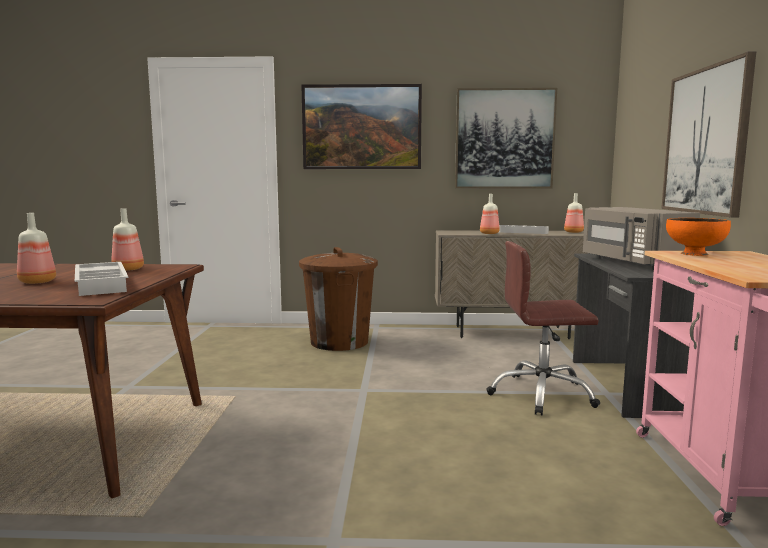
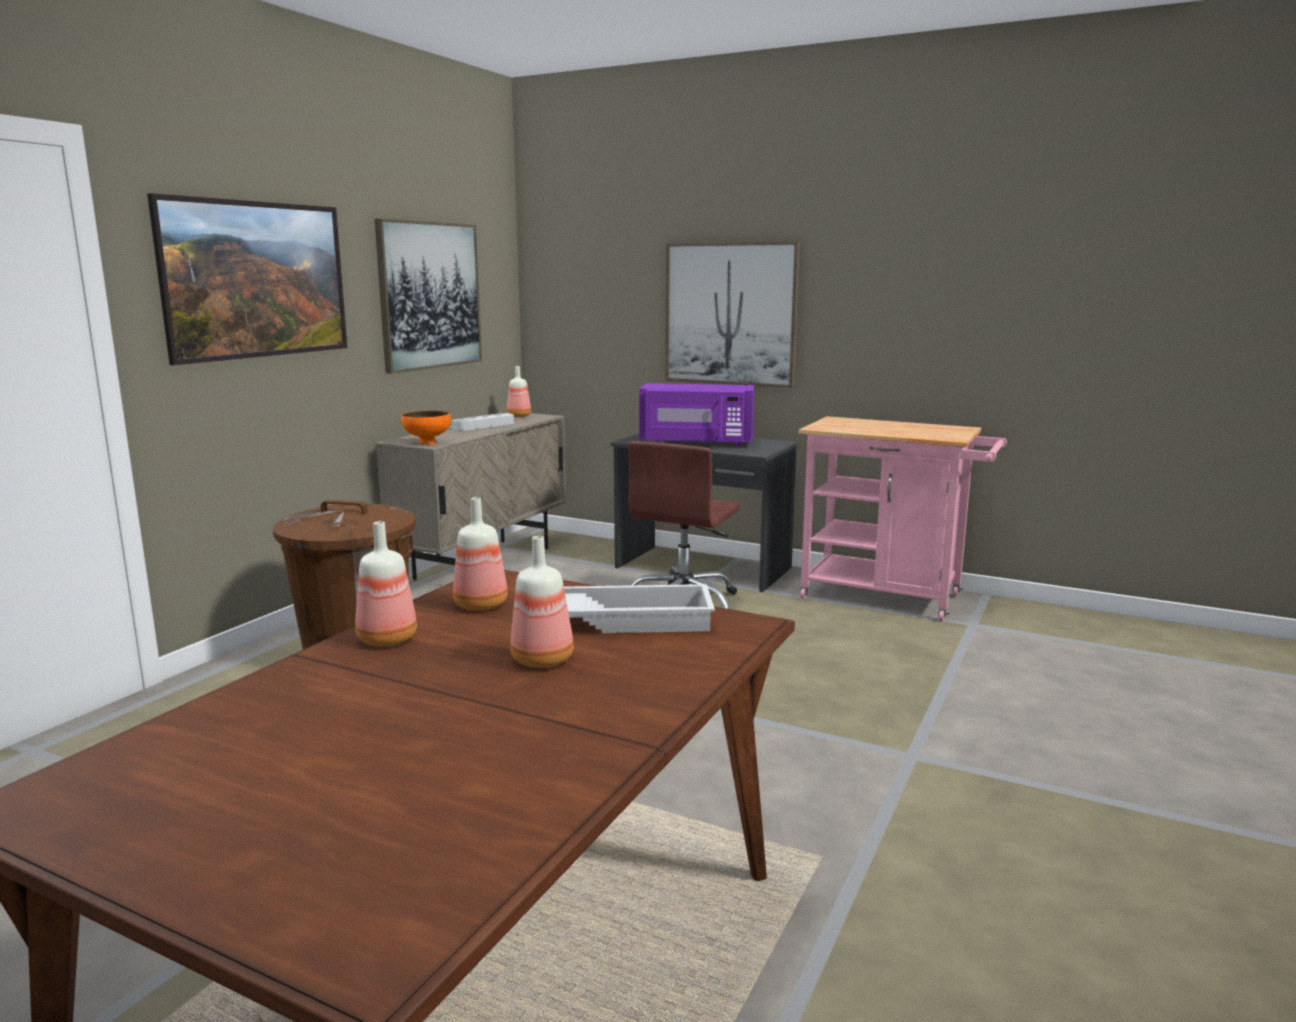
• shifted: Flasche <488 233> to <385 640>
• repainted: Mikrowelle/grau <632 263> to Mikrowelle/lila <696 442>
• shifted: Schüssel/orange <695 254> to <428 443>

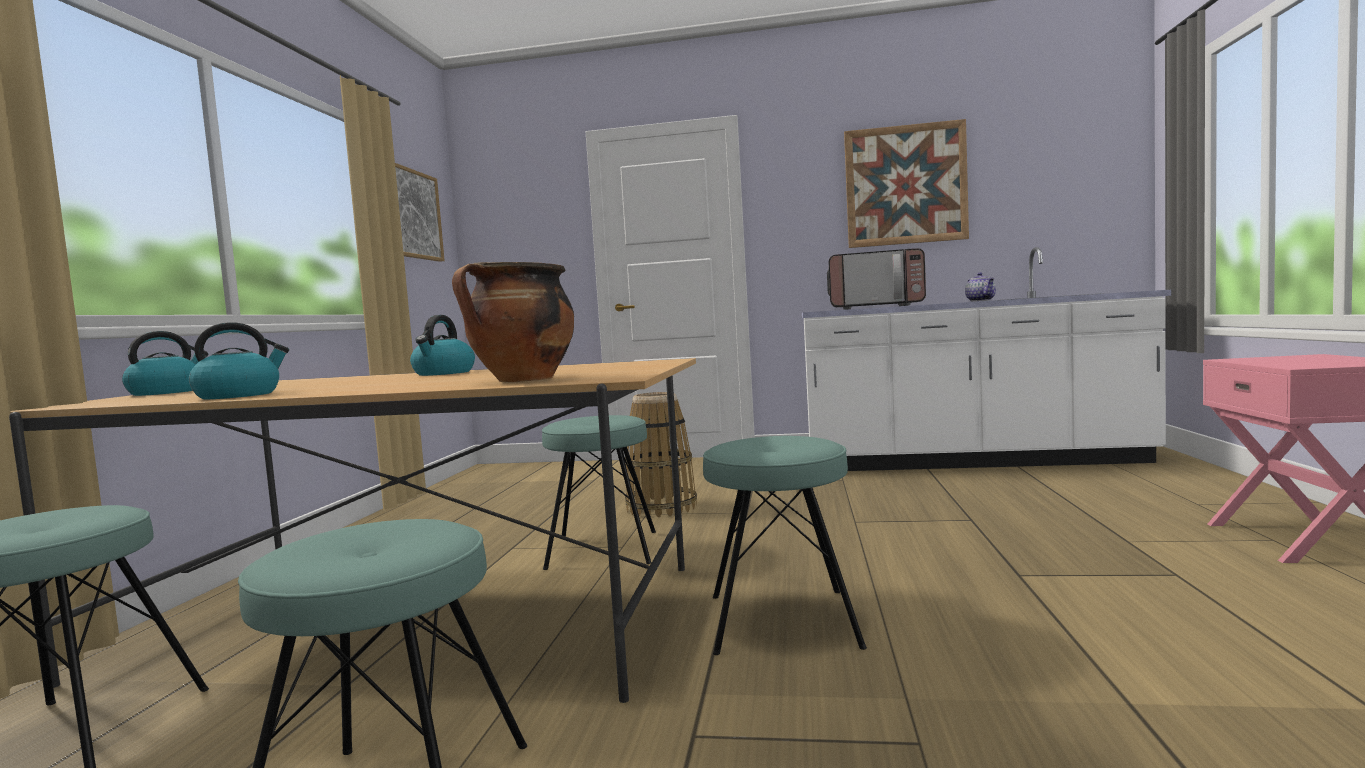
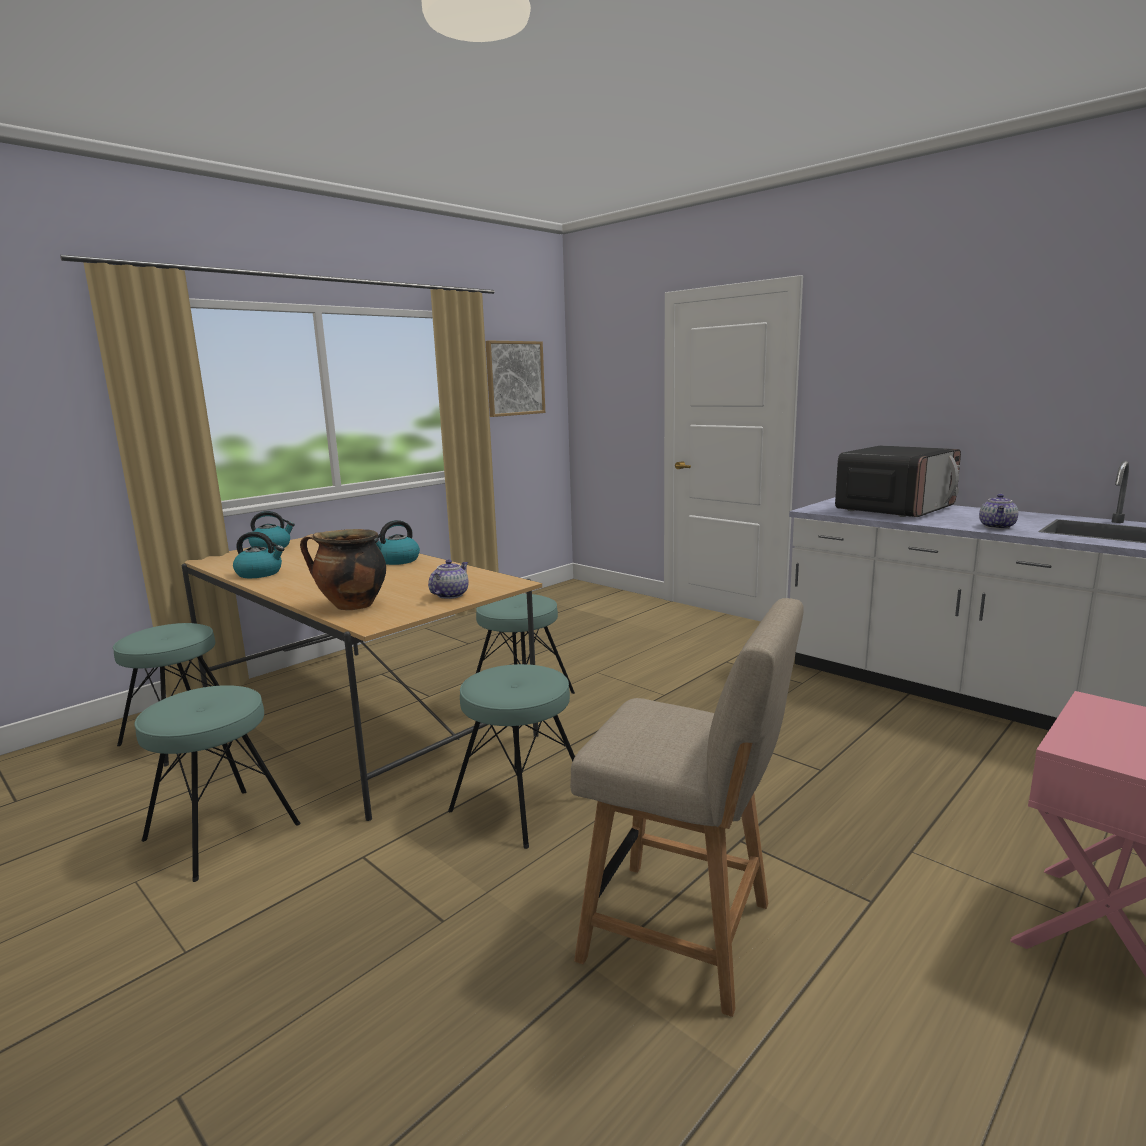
• gone: Bild <905 185>
• rotated: Mikrowelle <876 307> = <895 509> 90 degrees counterclockwise
• gone: Korb <662 507>
• new: Teekanne <450 595>
• new: Stuhl/beige <686 934>

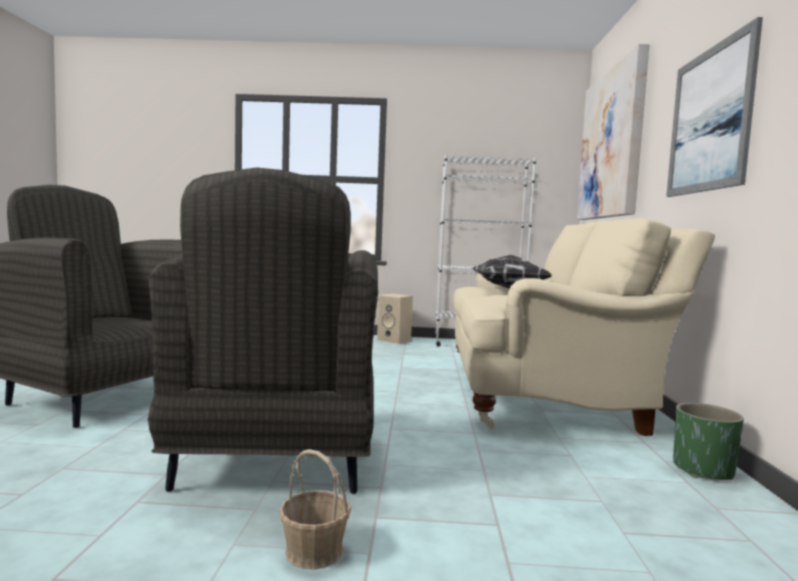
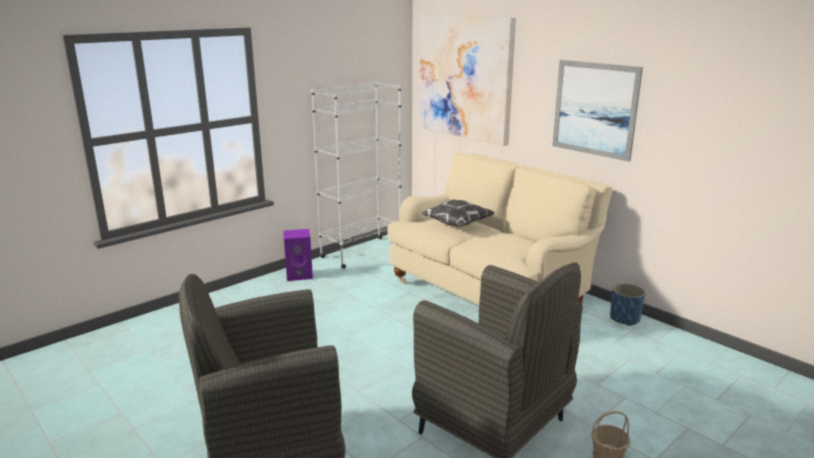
• repainted: Lautsprecher/beige <395 340> to Lautsprecher/lila <300 275>
• repainted: Pflanzkübel/grün <703 470> to Pflanzkübel/blau <624 319>

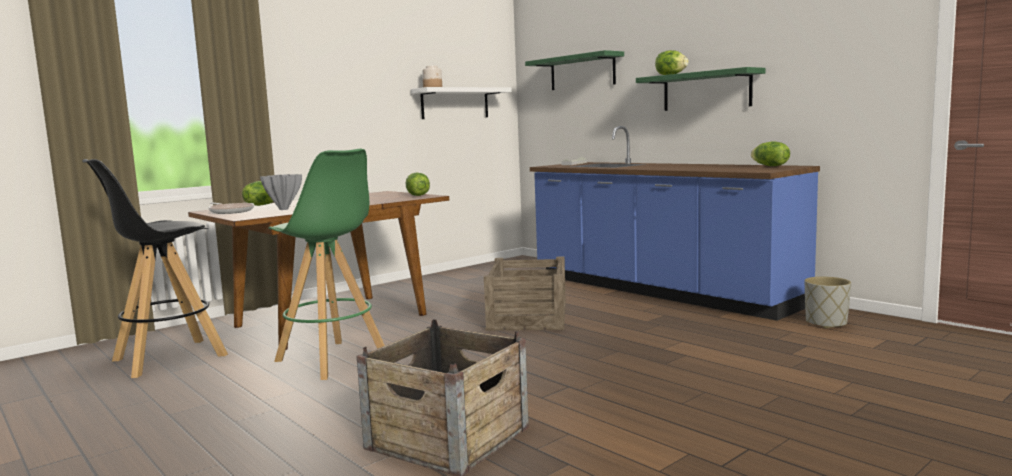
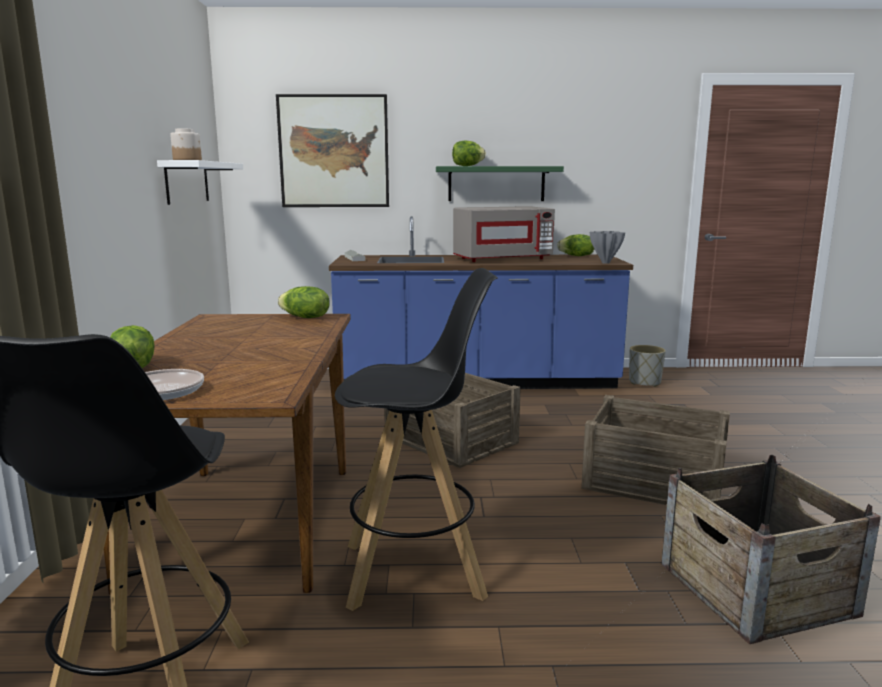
• swapped: Wandregal/grün <582 72> to Bild <334 151>
• repainted: Hocker/grün <332 360> to Hocker/schwarz <416 570>
• shifted: Vase/grau <283 209> to <605 263>
• new: Mikrowelle/grau <502 259>
• new: Kiste <654 481>

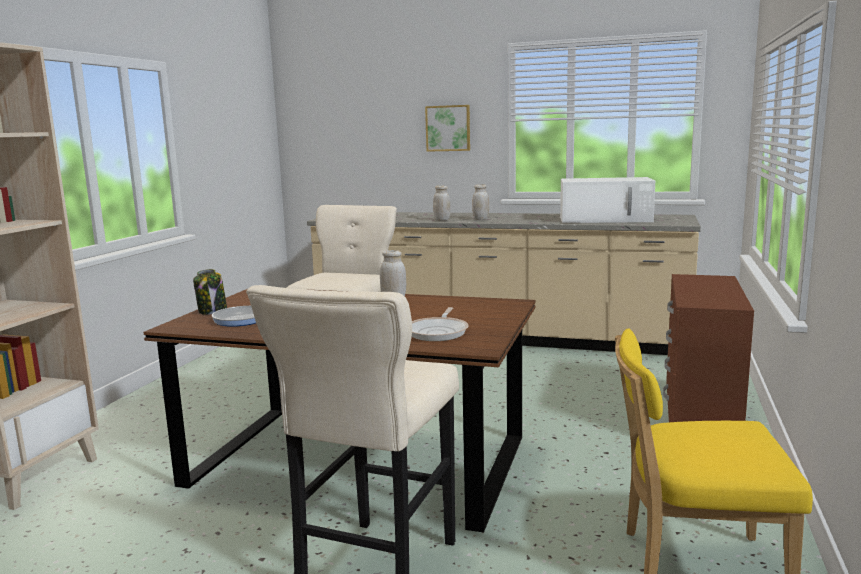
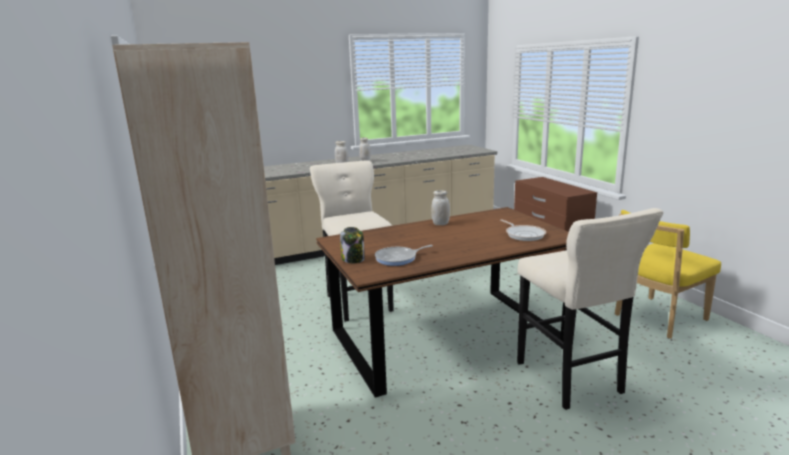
• gone: Bild <448 128>
• gone: Mikrowelle/weiß <606 219>

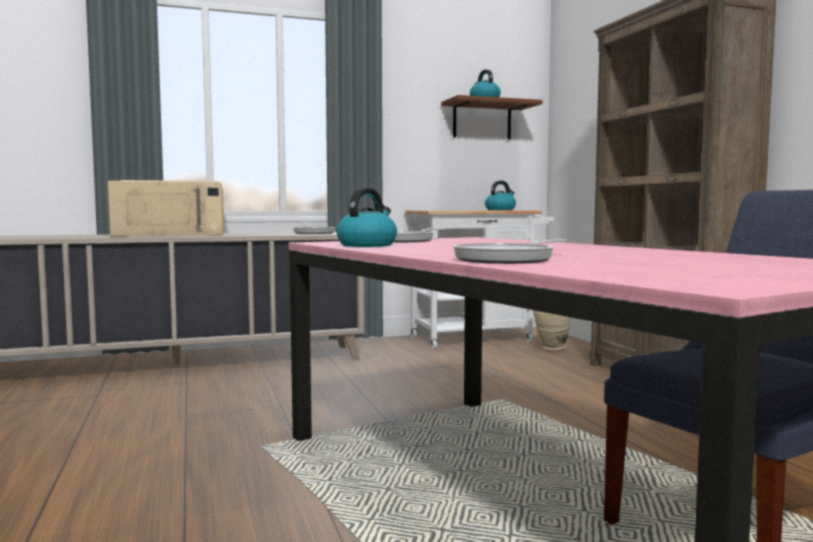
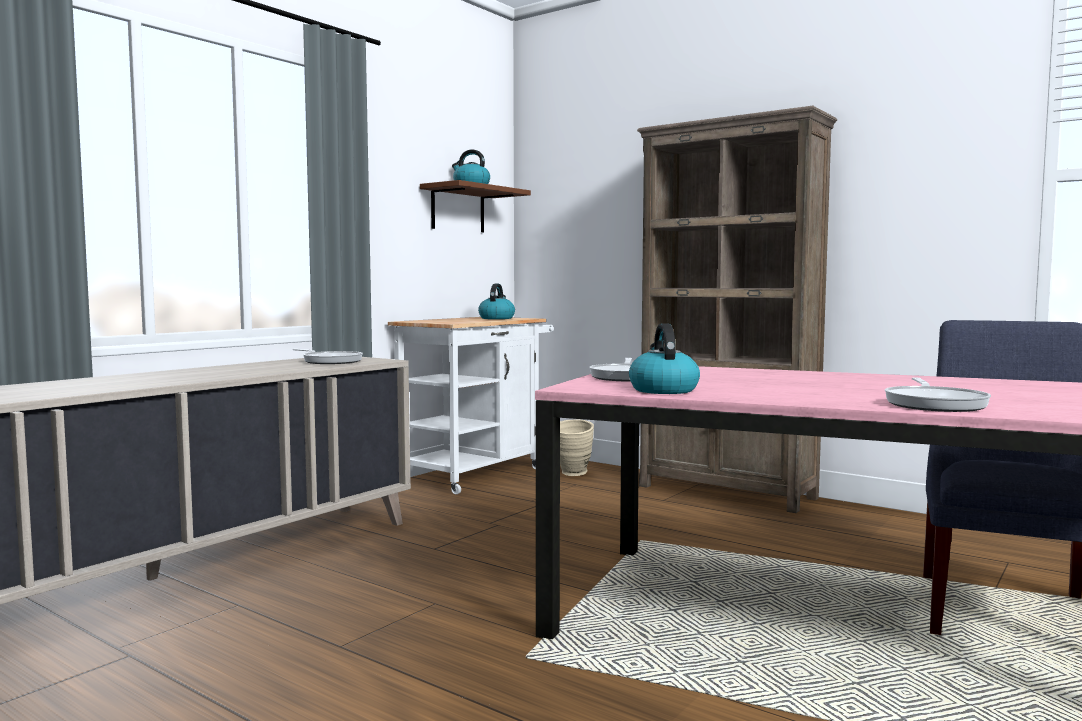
• gone: Mikrowelle/beige <171 234>

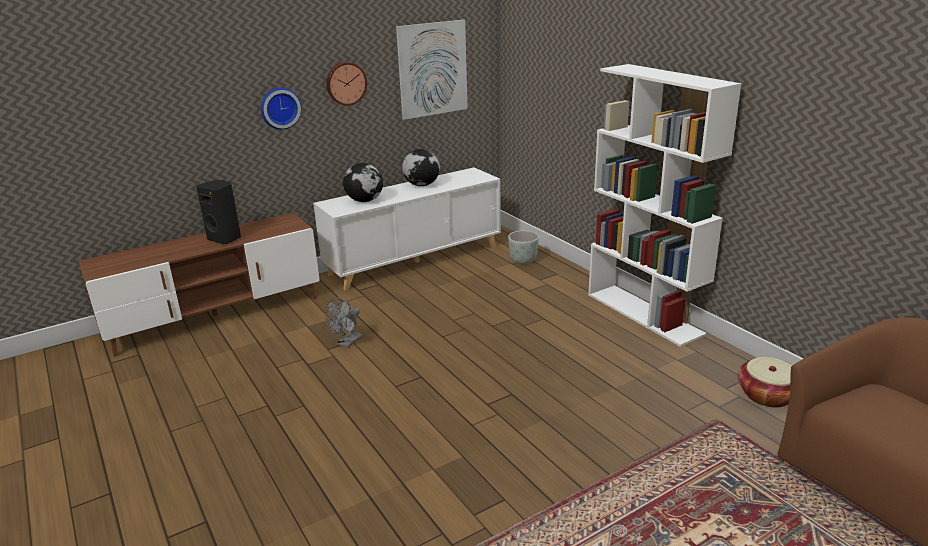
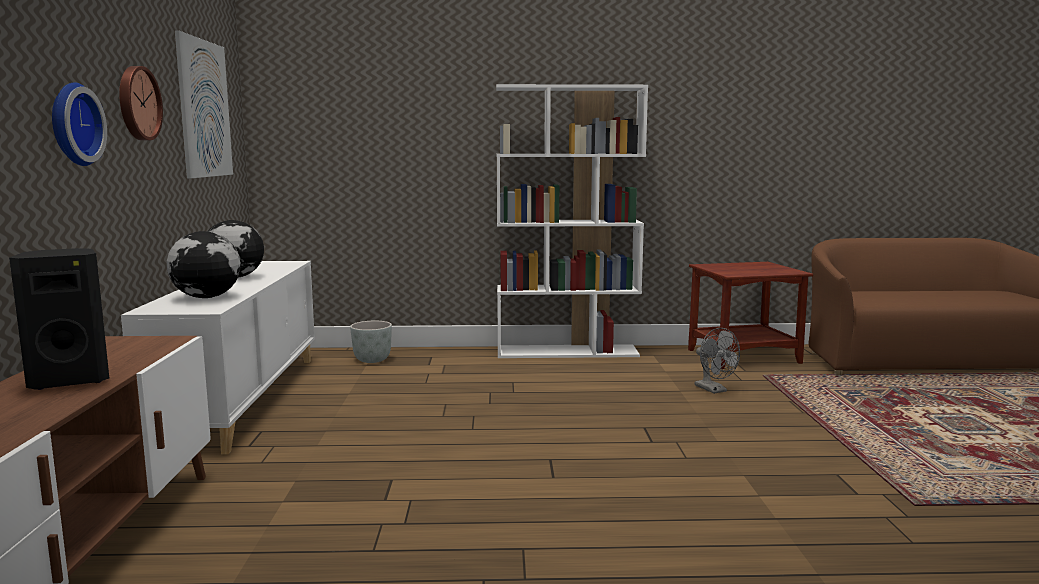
• shifted: Ventilator/grau <347 343> to <714 390>
• swapped: Korb <767 395> to Beistelltisch/braun <742 356>

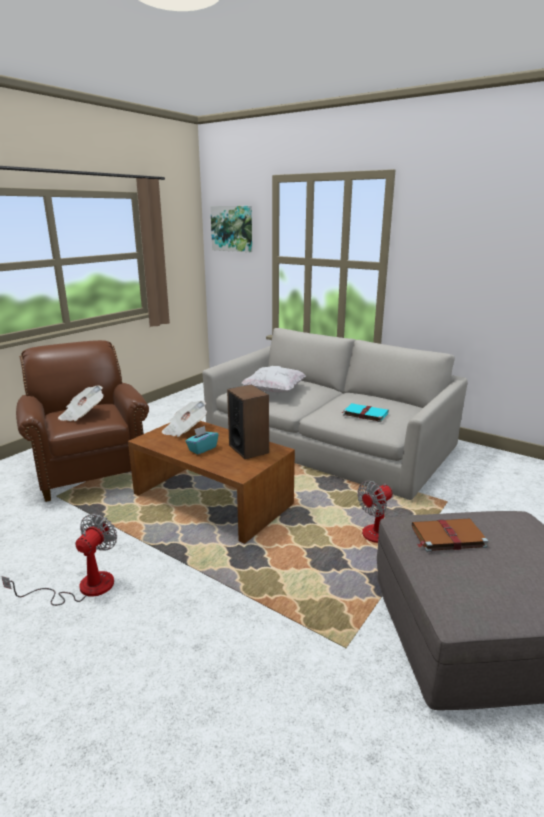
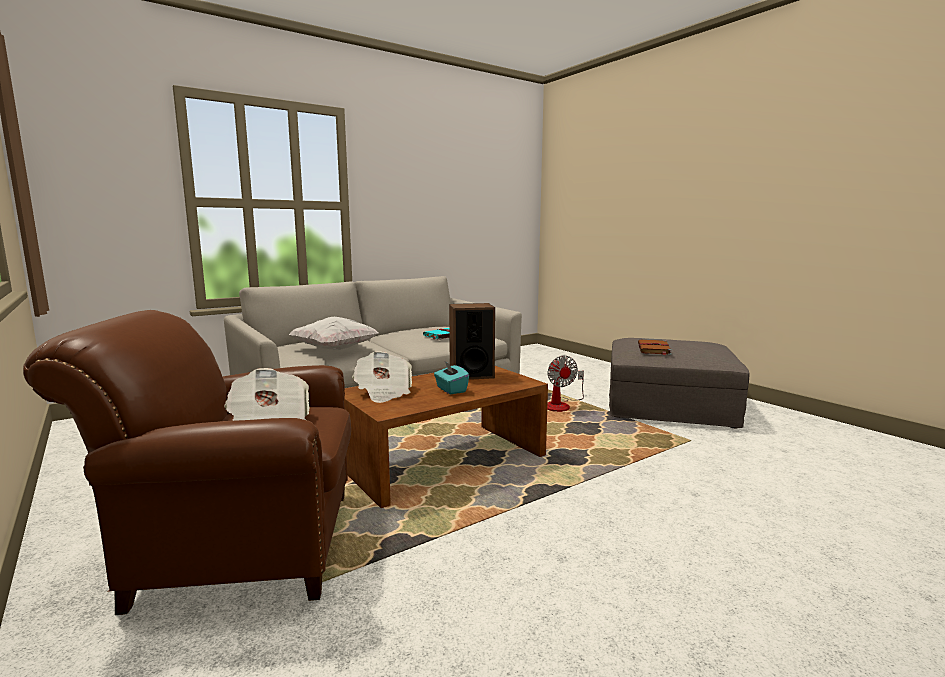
• gone: Bild <232 228>
• gone: Ventilator <83 587>

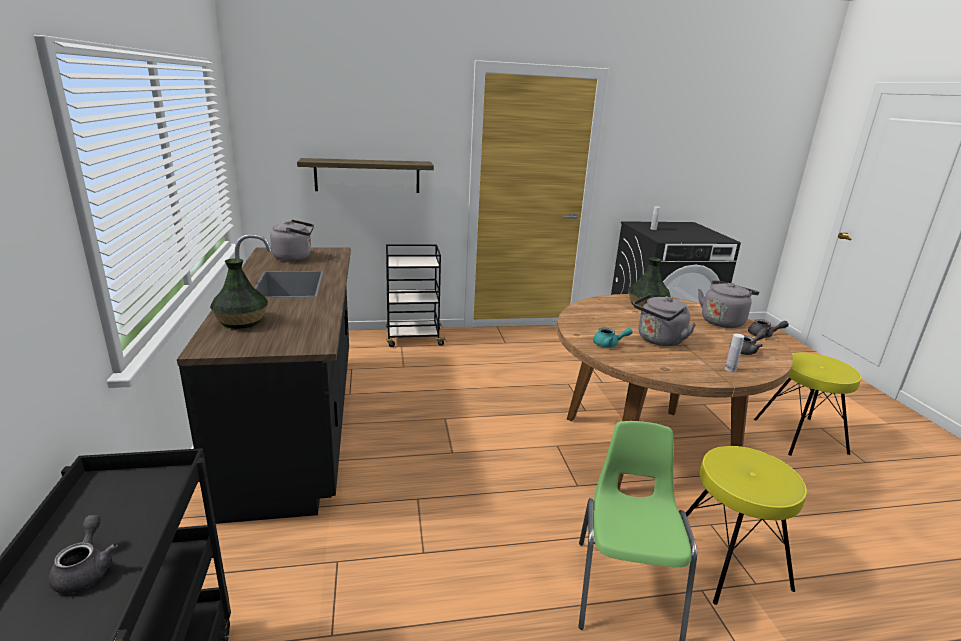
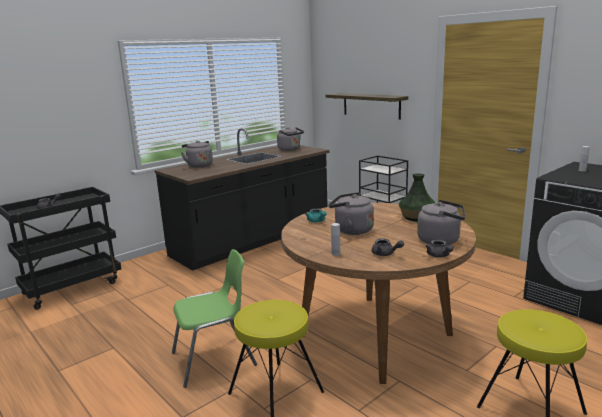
• swapped: Vase <241 321> to Wasserkessel/grau <199 165>

